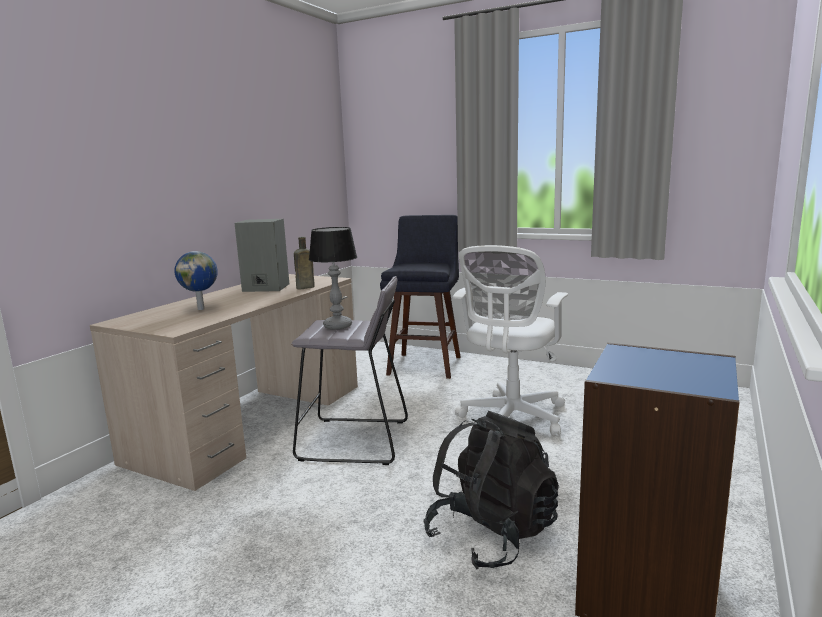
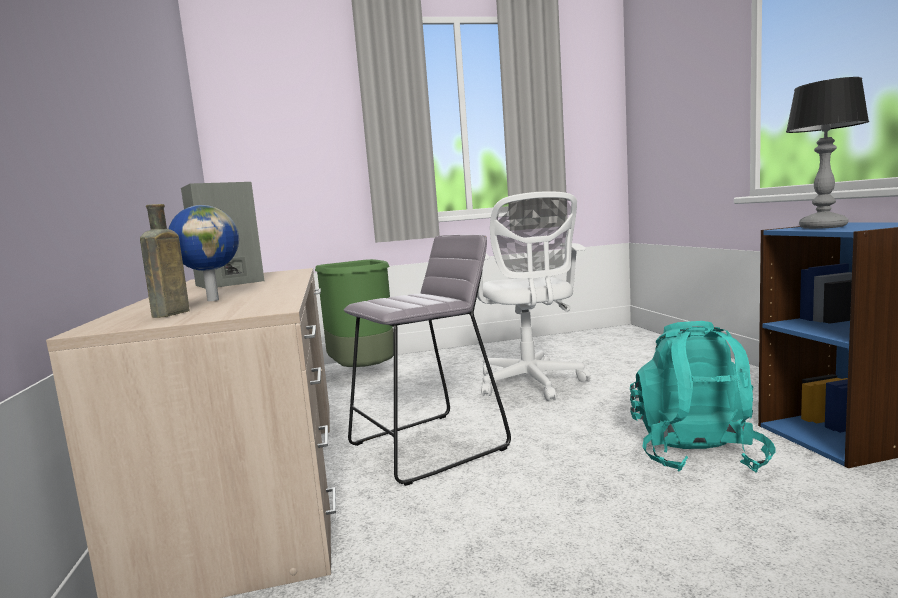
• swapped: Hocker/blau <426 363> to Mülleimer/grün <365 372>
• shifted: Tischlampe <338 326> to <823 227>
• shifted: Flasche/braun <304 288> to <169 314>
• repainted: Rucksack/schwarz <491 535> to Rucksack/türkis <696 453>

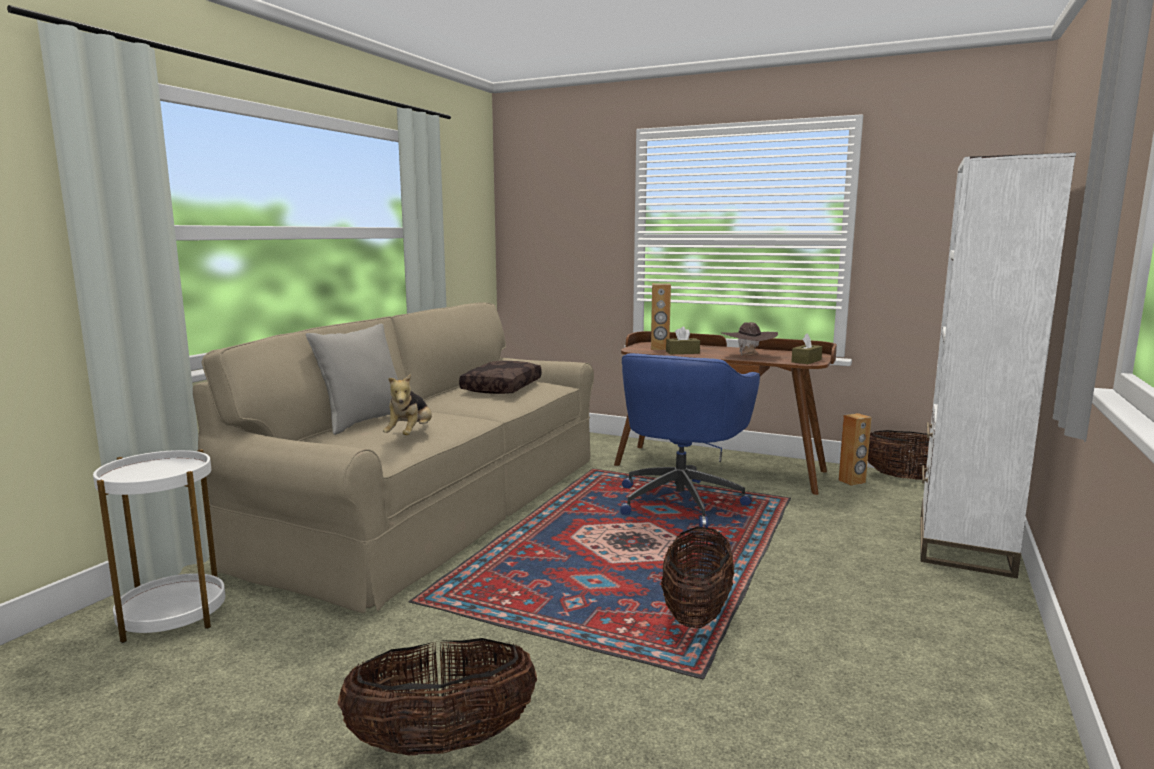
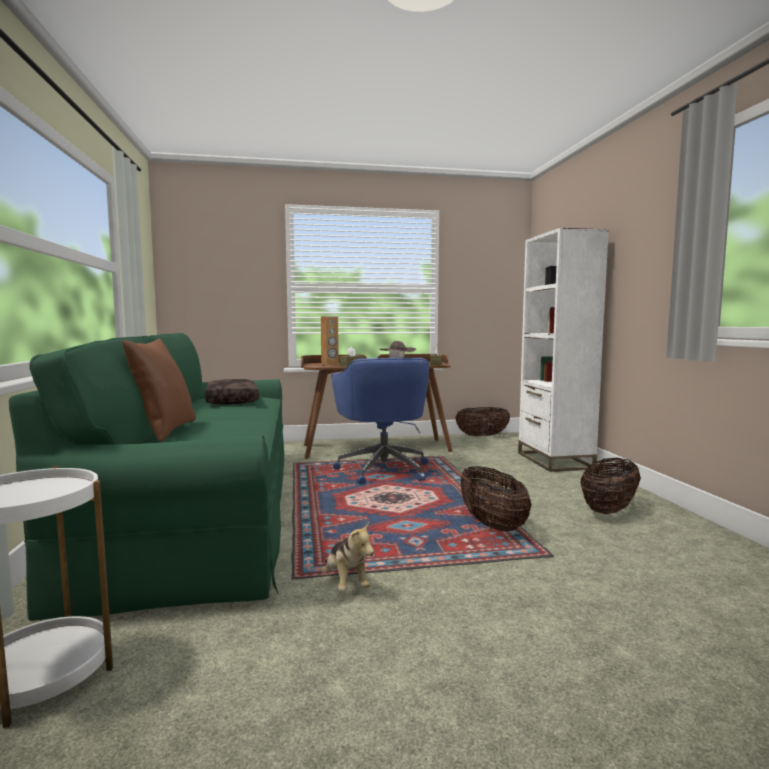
• repainted: Sofa/beige <439 505> to Sofa/grün <205 509>
• repainted: Kissen/grau <364 421> to Kissen/braun <164 431>
• shifted: Plüschtier <410 435> to <346 583>
• gone: Lautsprecher/braun <852 481>
• shifted: Korb <442 743> to <609 510>

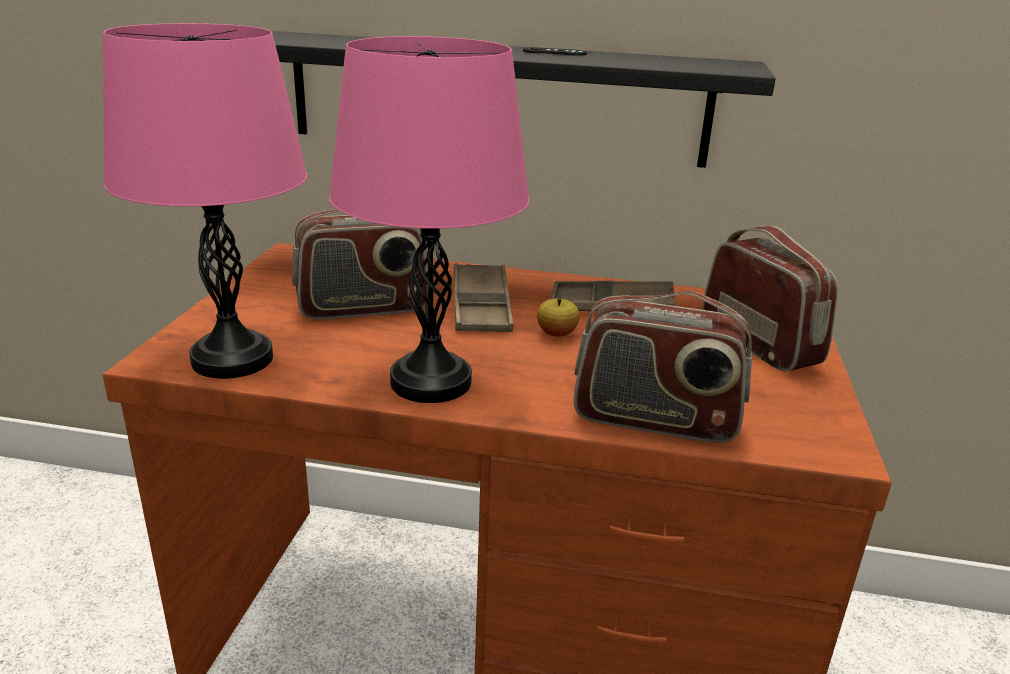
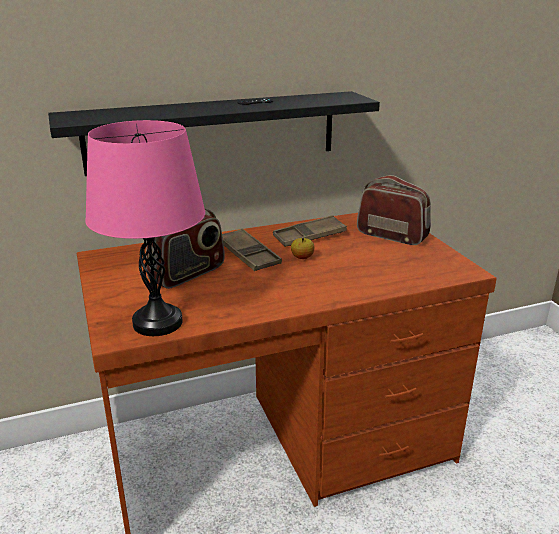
• gone: Tischlampe/rosa <431 382>
• gone: Radio <654 420>

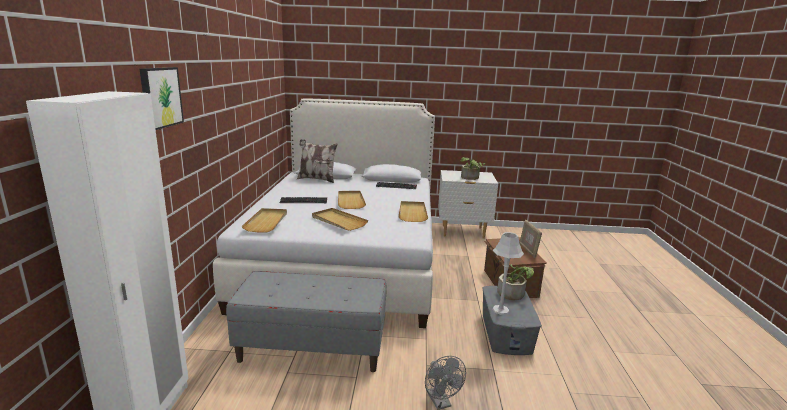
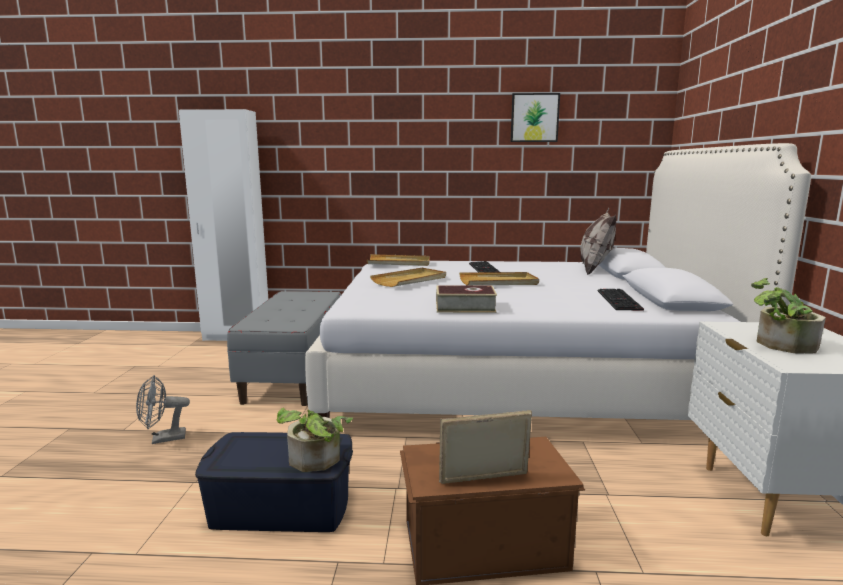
• shifted: Bild <160 97> to <534 118>
• swapped: Tablett/beige <412 213> to Buch <465 307>
• gone: Tischlampe/grau <500 310>
• repainted: Aufbewahrungsbox/grau <506 333> to Aufbewahrungsbox/blau <281 508>

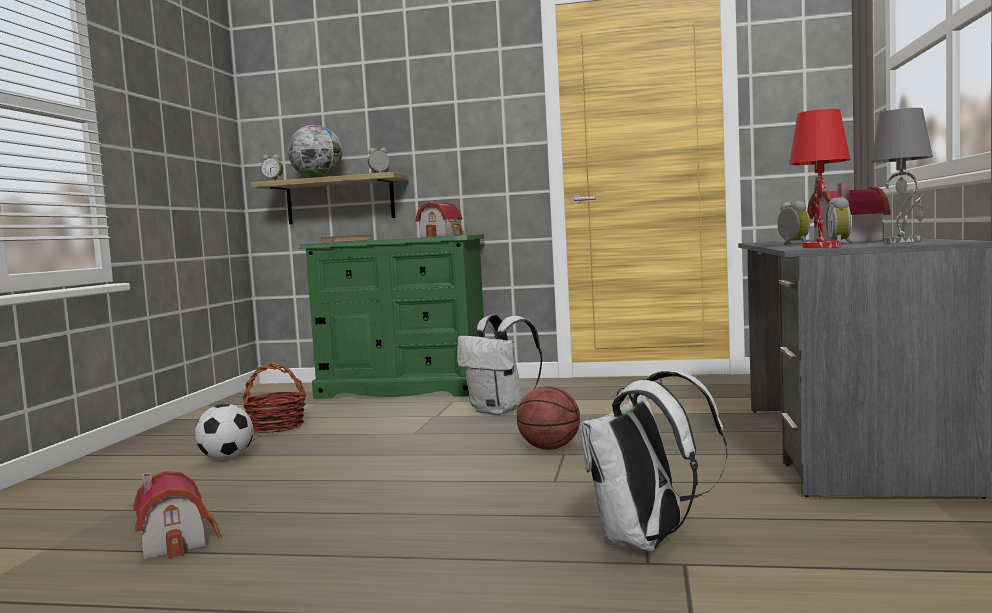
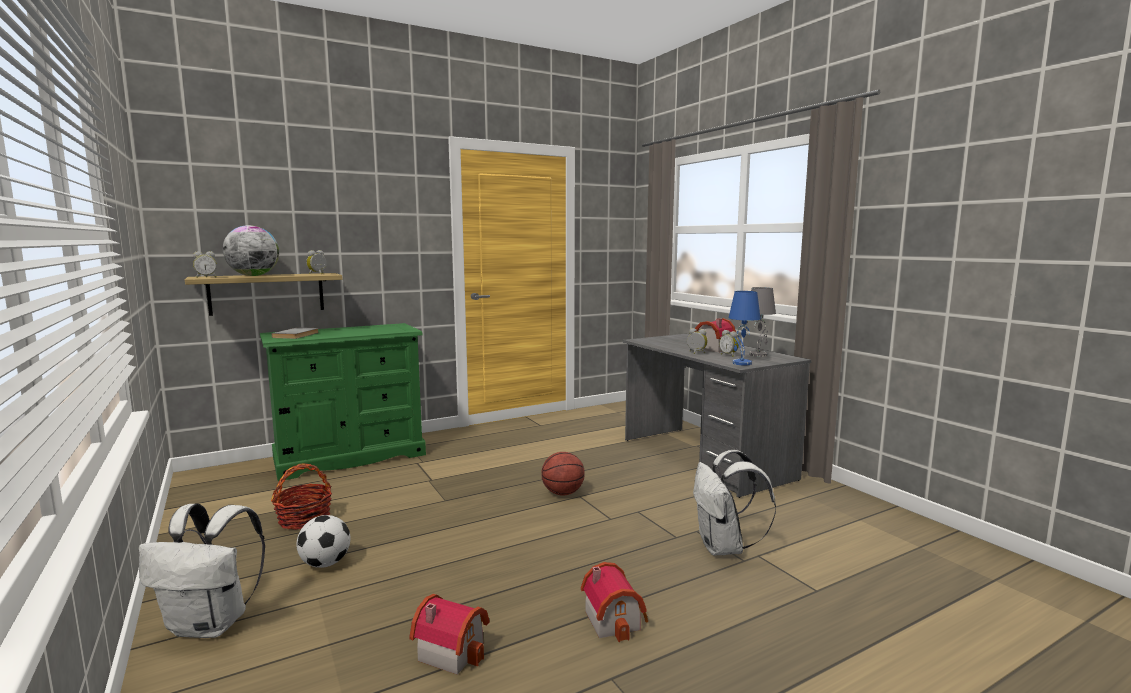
• repainted: Tischlampe/rot <819 247> to Tischlampe/blau <741 363>
• shifted: Spielzeughaus <443 236> to <615 619>
• shifted: Rucksack/weiß <500 411> to <212 624>

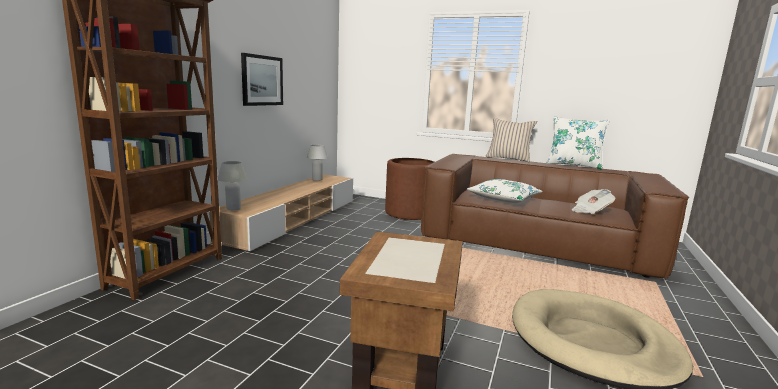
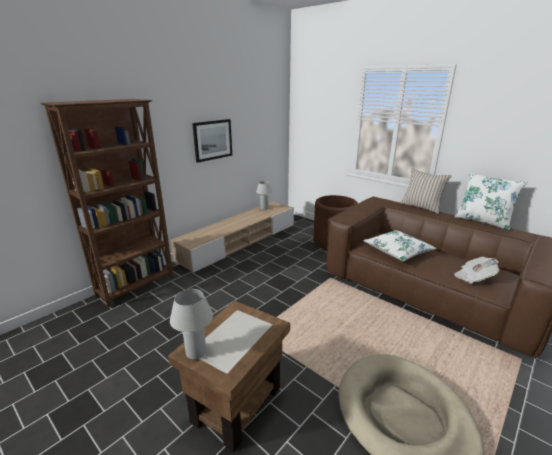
• shifted: Tischlampe/weiß <233 208> to <196 352>

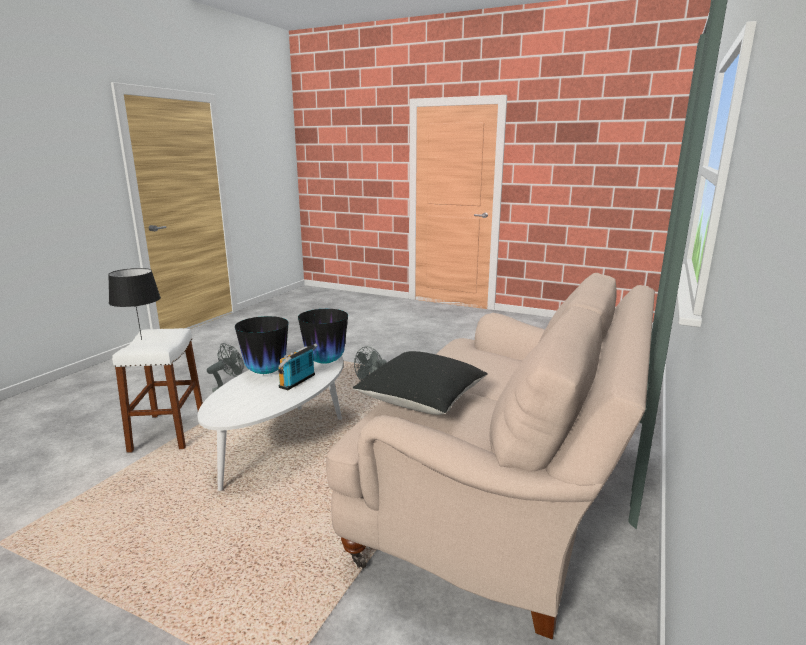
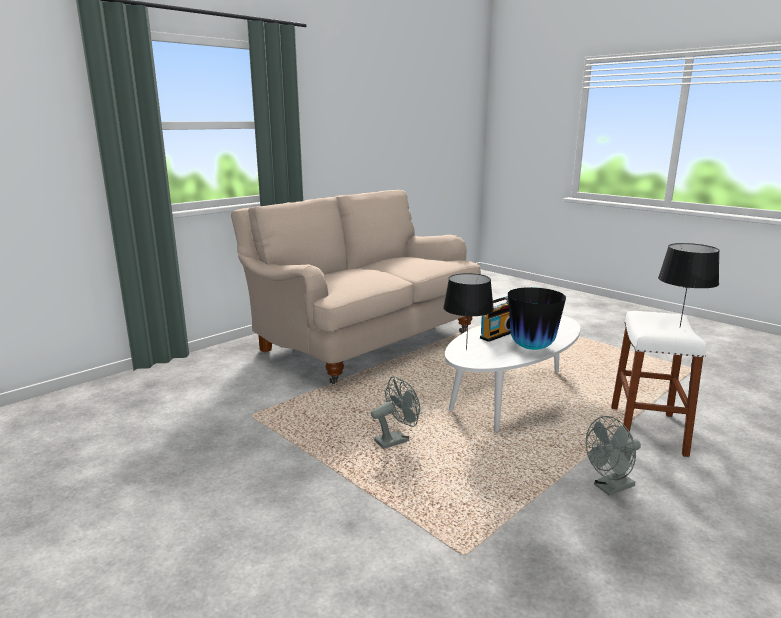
• swapped: Vase <325 361> to Tischlampe/schwarz <466 350>
• gone: Kissen/schwarz <421 400>

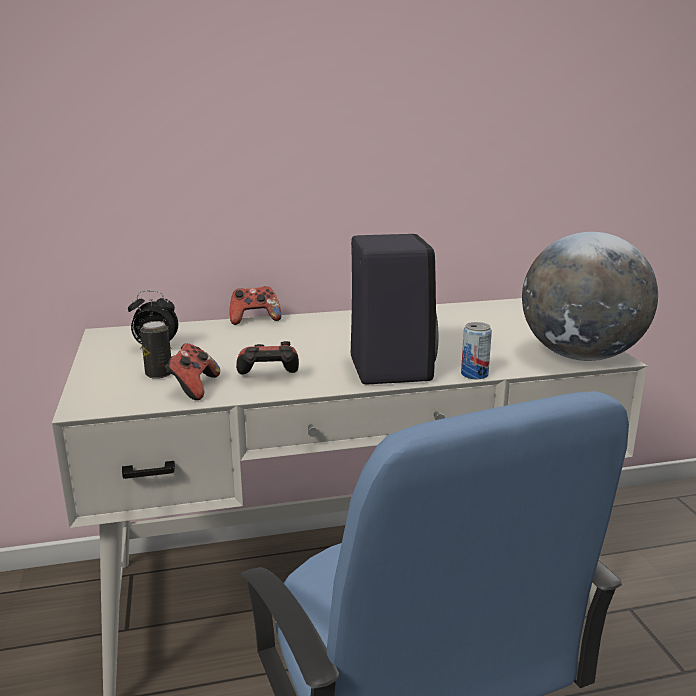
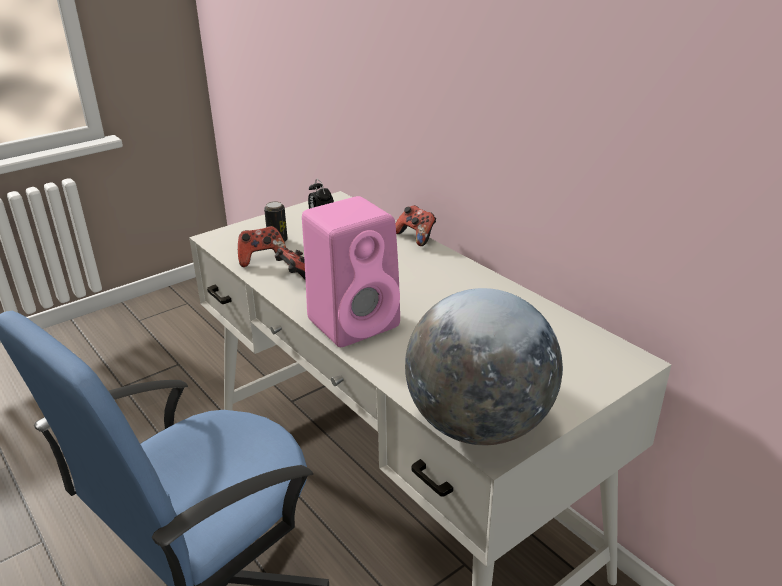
• repainted: Lautsprecher/schwarz <388 368> to Lautsprecher/rosa <355 321>
• gone: Dose <474 374>

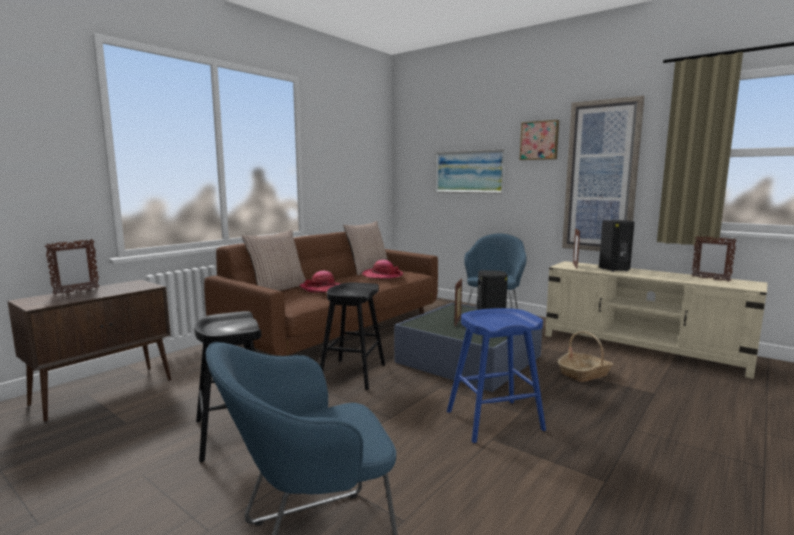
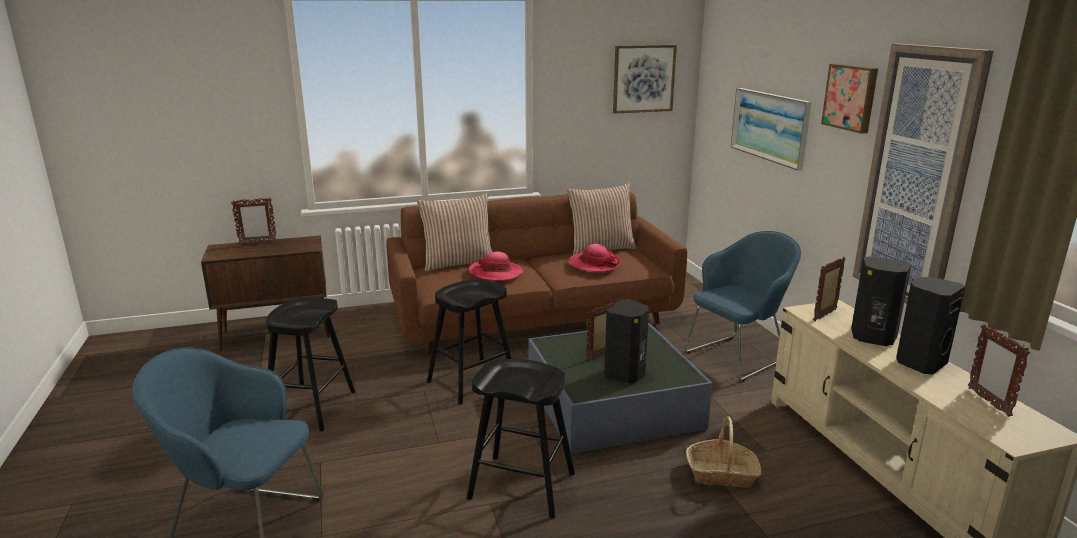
• repainted: Hocker/blau <494 421> to Hocker/schwarz <521 486>
• new: Bild <643 79>
• new: Lautsprecher/schwarz <919 363>

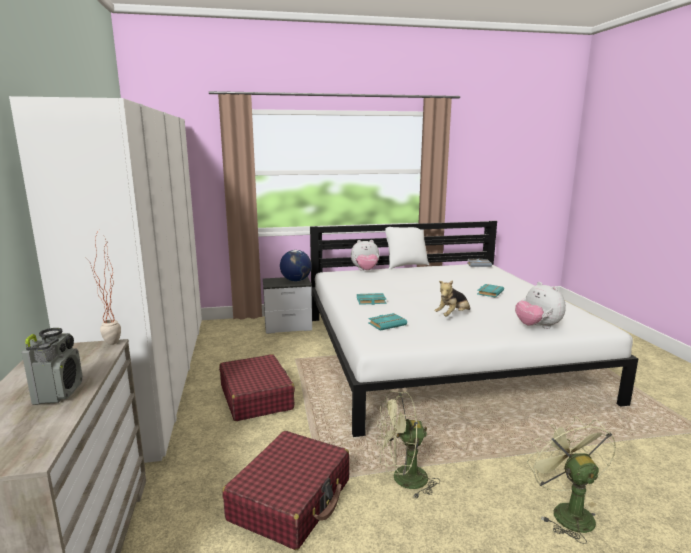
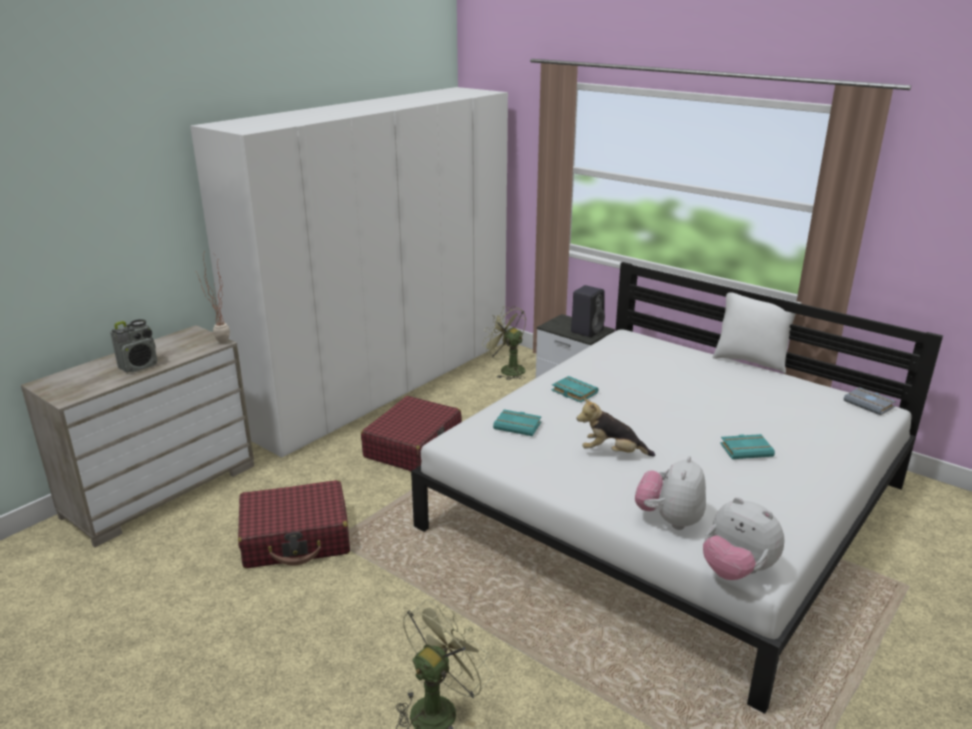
• shifted: Plüschtier <365 270> to <736 571>
• swapped: Globus <296 280> to Lautsprecher/schwarz <587 330>
• shifted: Ventilator/grün <402 480> to <507 369>

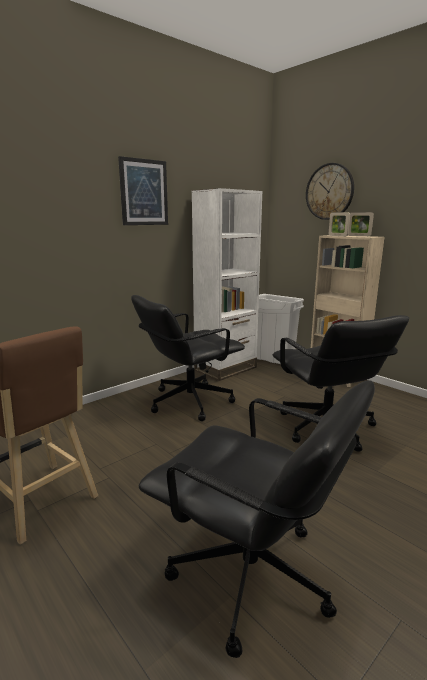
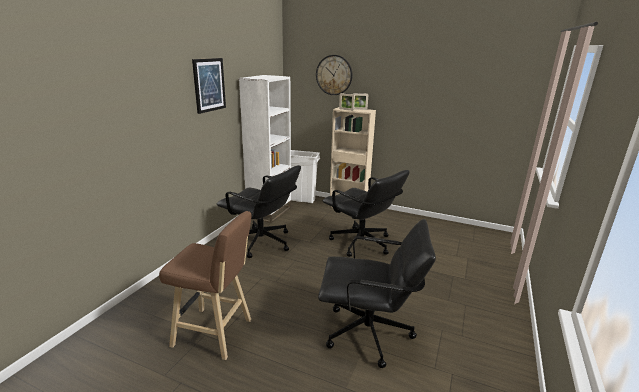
• rotated: Bürostuhl/schwarz <189 401> = <261 243> 90 degrees counterclockwise

